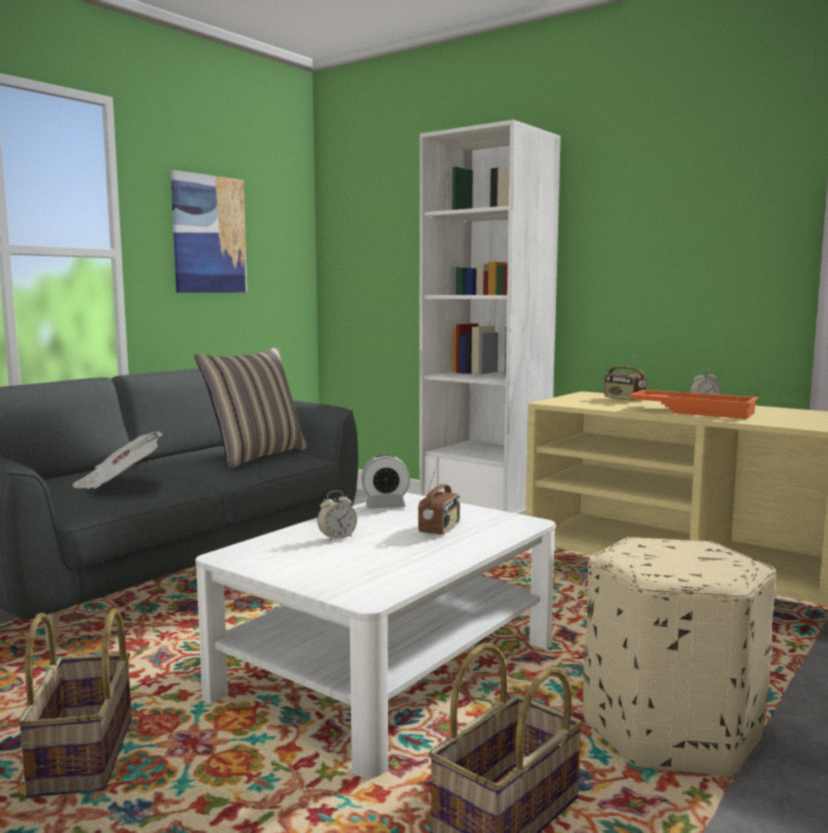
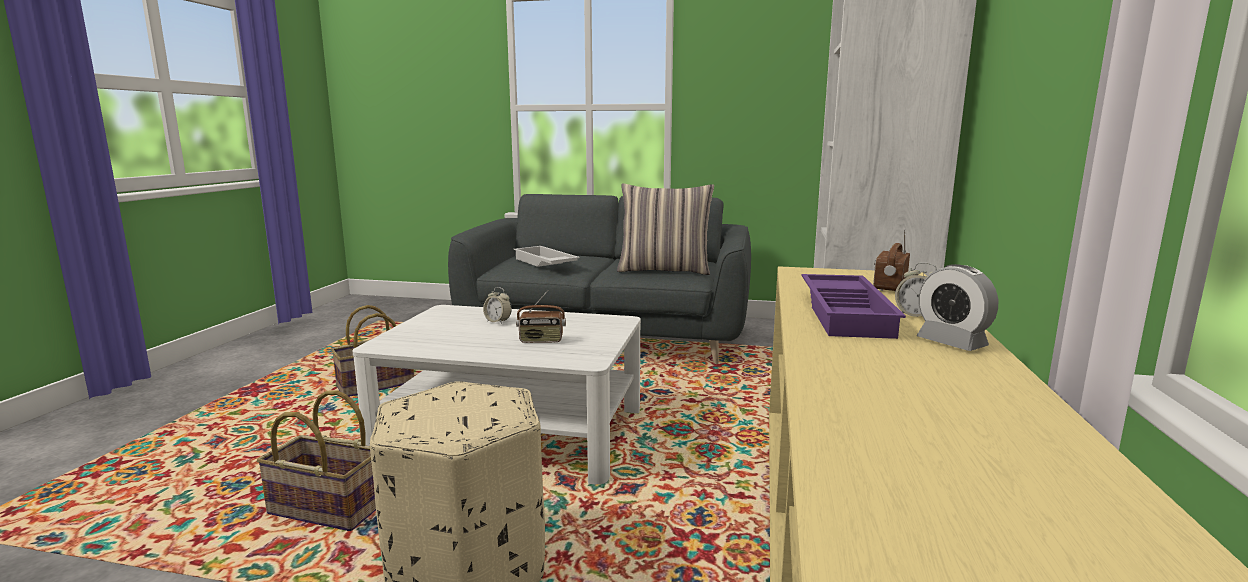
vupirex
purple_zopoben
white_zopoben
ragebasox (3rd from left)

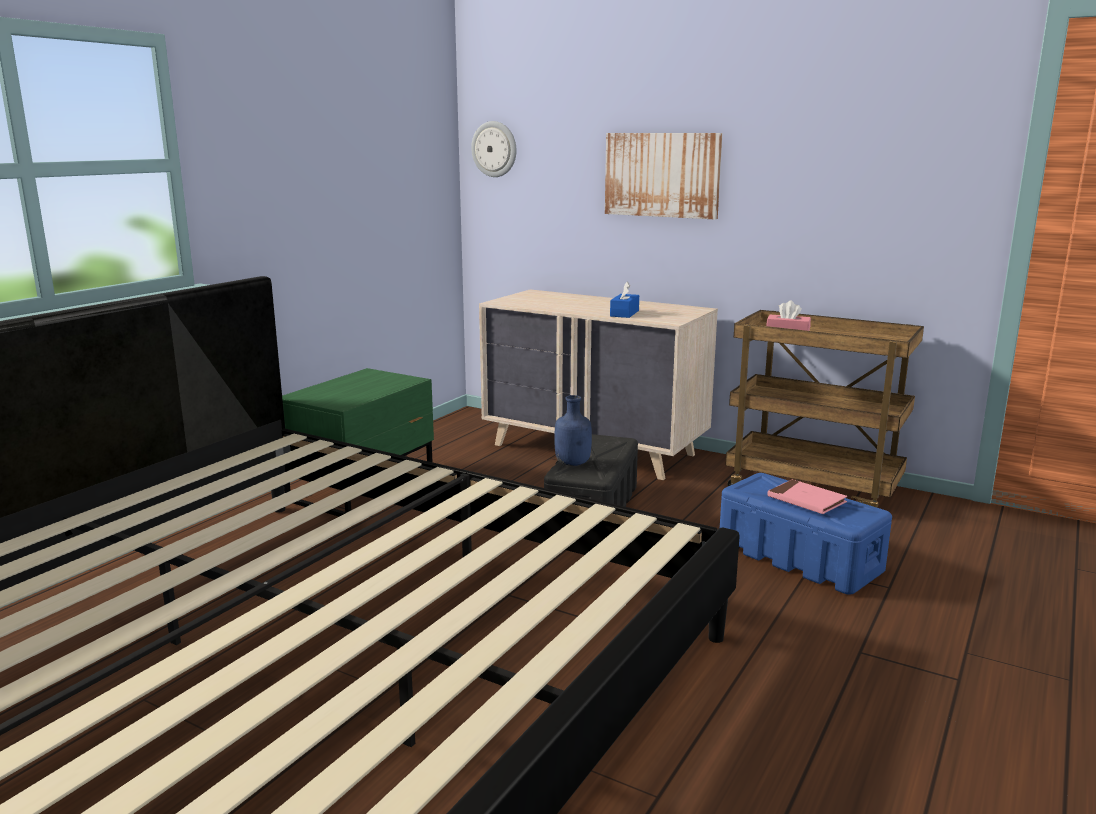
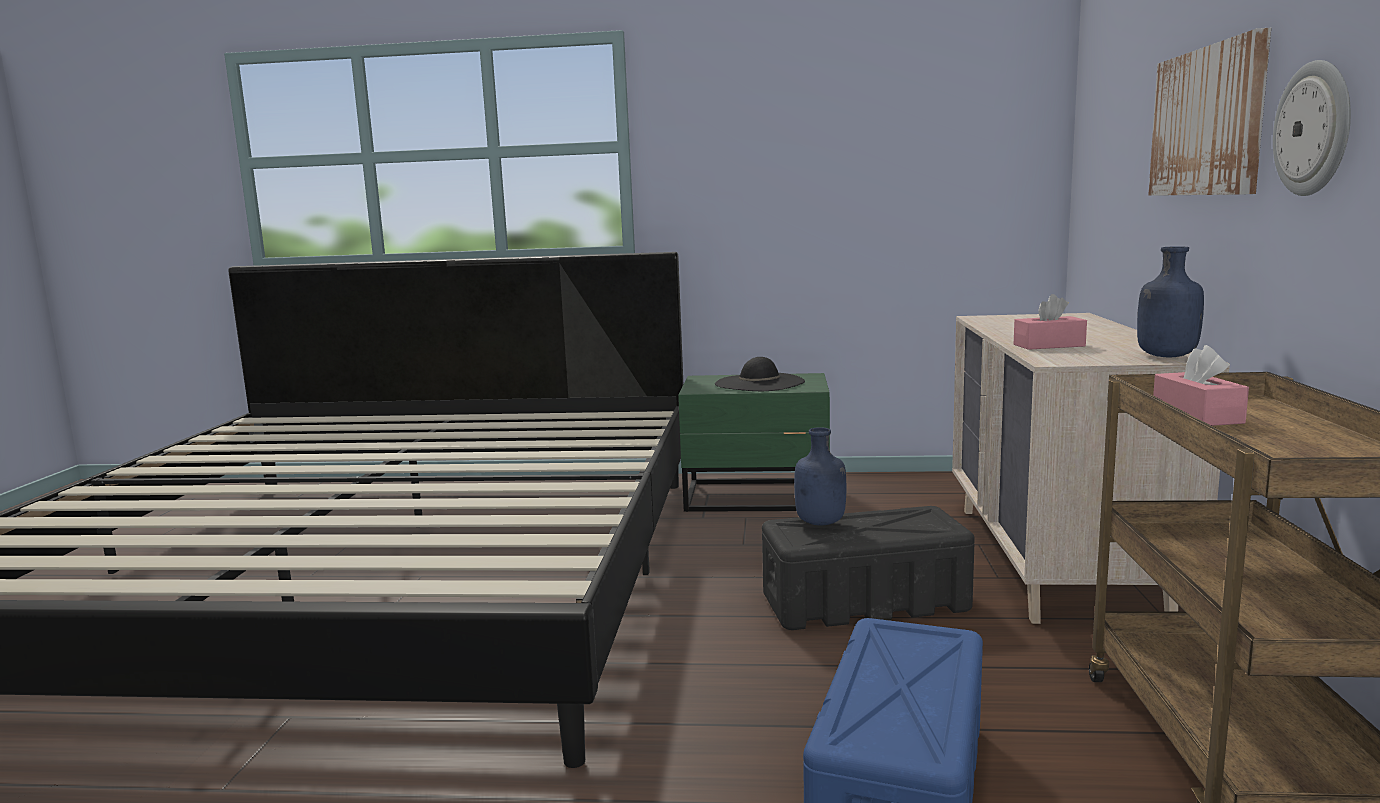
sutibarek
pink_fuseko (1st from left)
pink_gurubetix
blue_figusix (2nd from left)
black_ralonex

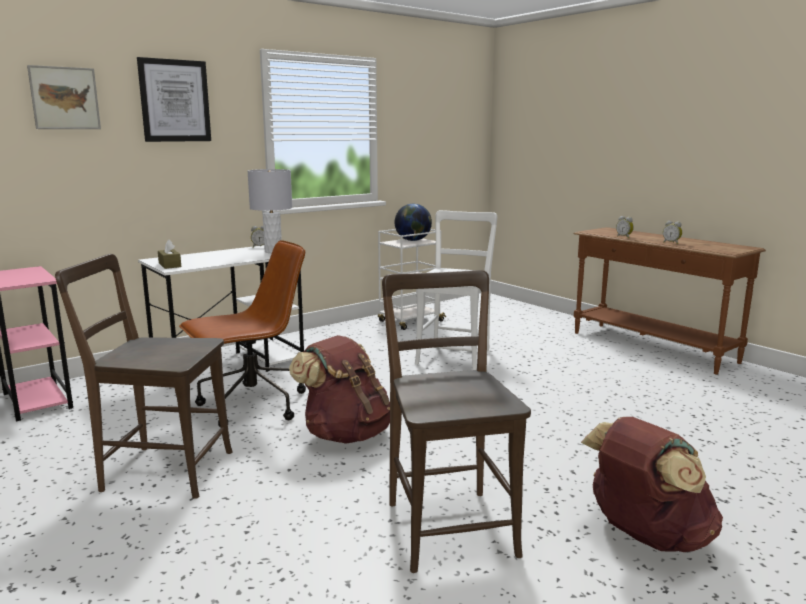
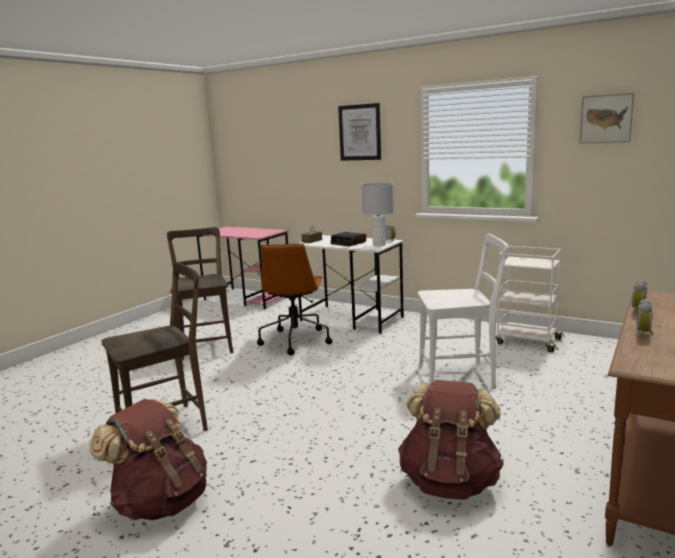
vupirex (2nd from left)
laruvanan
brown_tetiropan
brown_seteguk (2nd from left)
ragebasox (1st from left)

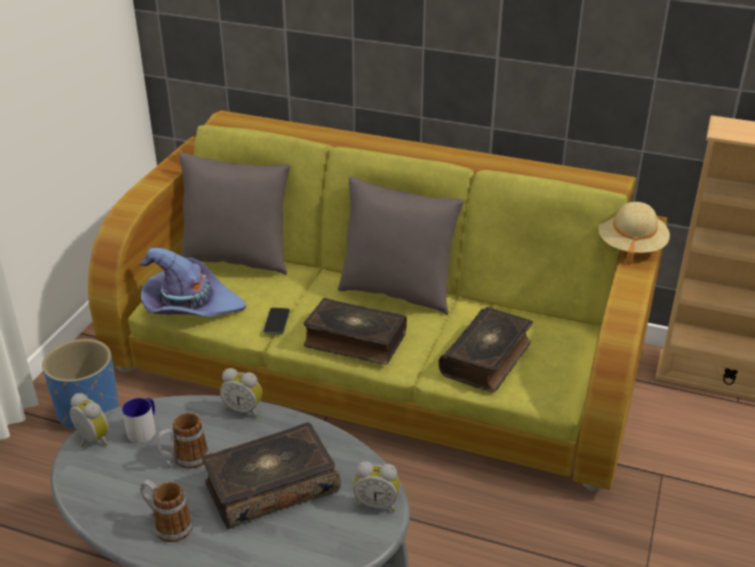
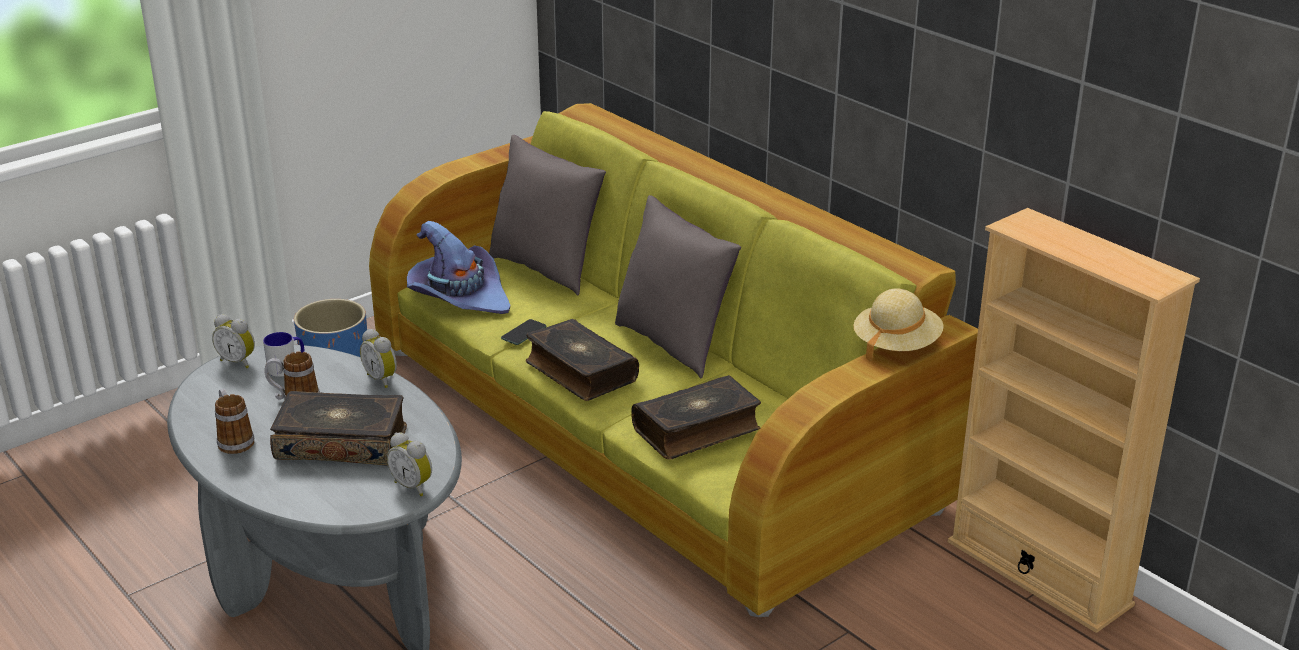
ragebasox (1st from left)

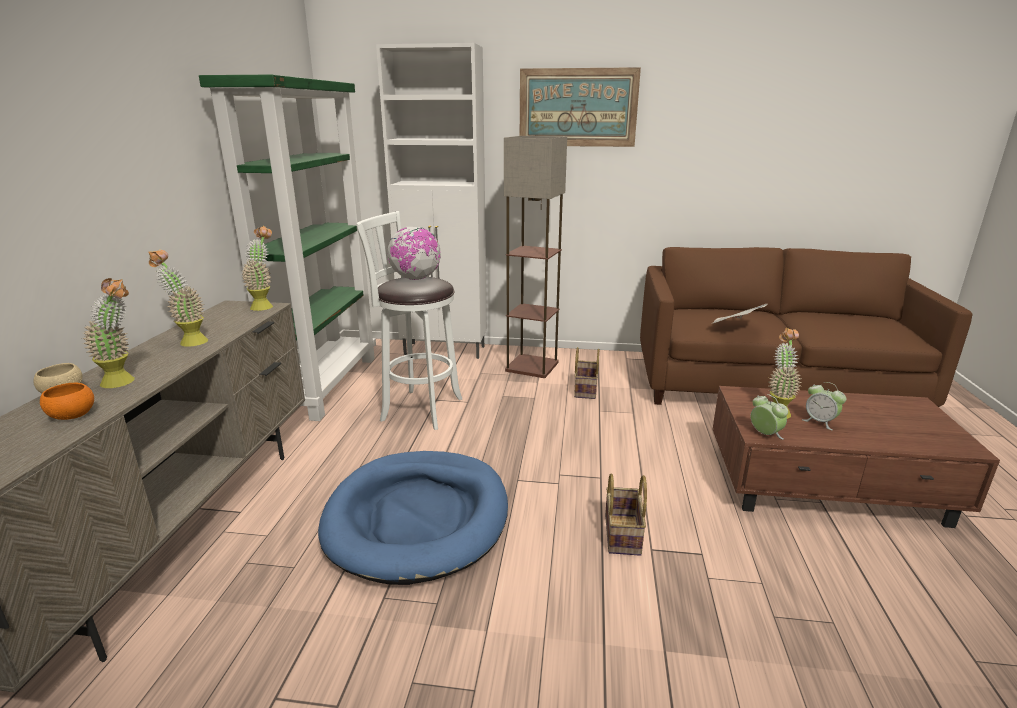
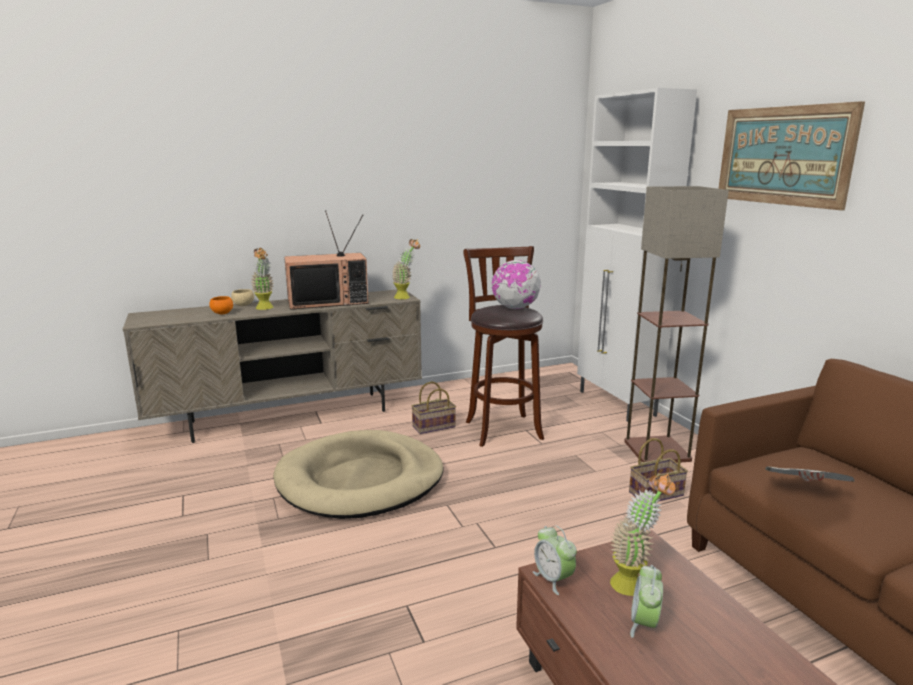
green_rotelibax
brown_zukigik
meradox
ragebasox (1st from left)
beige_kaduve
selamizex (1st from left)

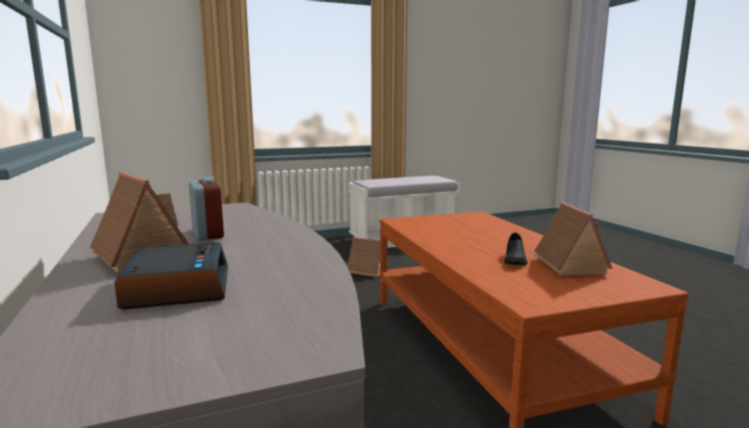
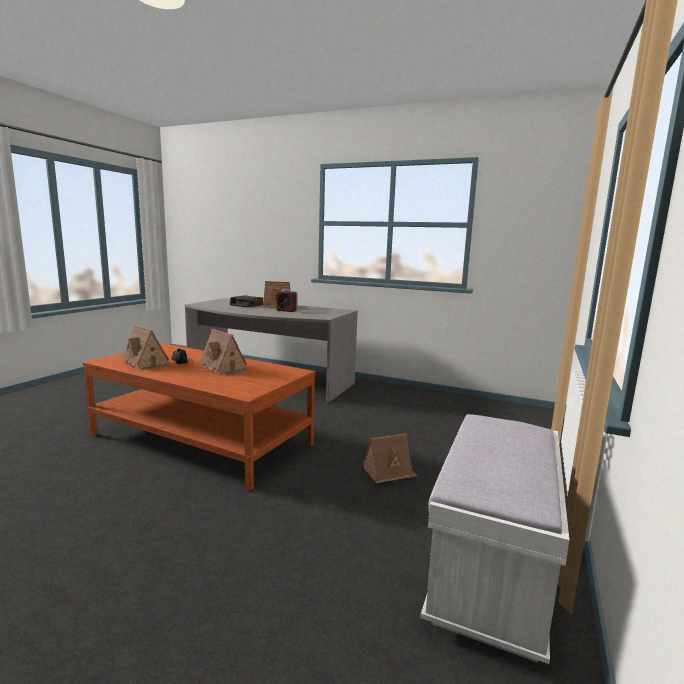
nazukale (2nd from left)

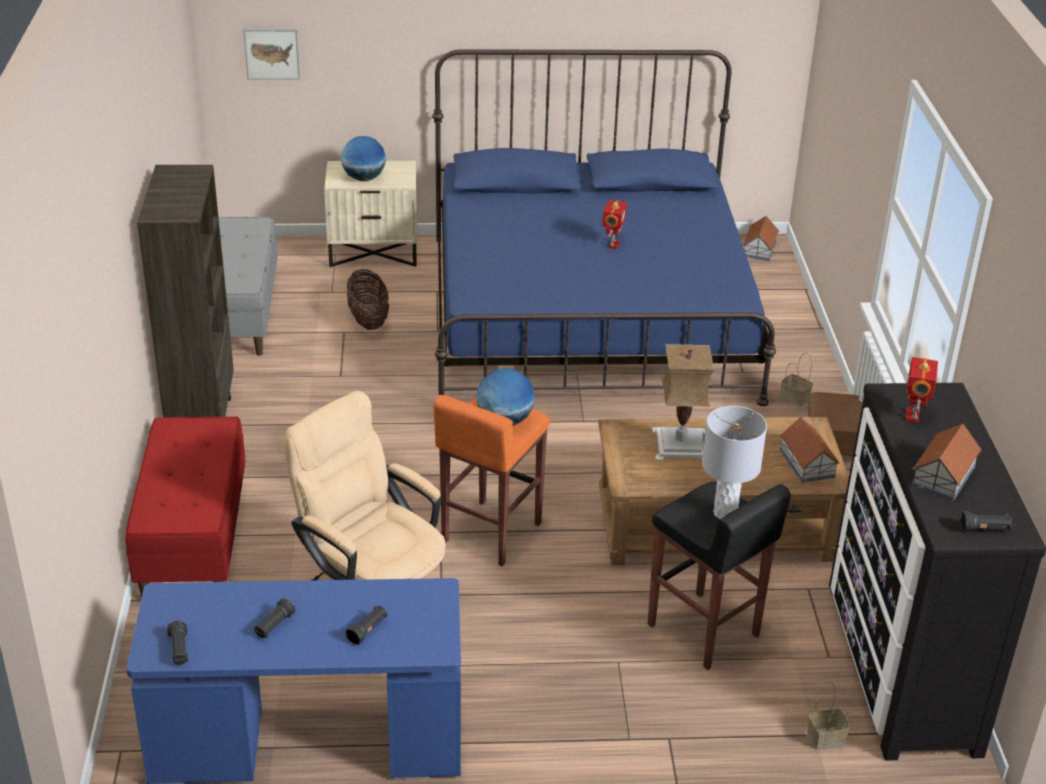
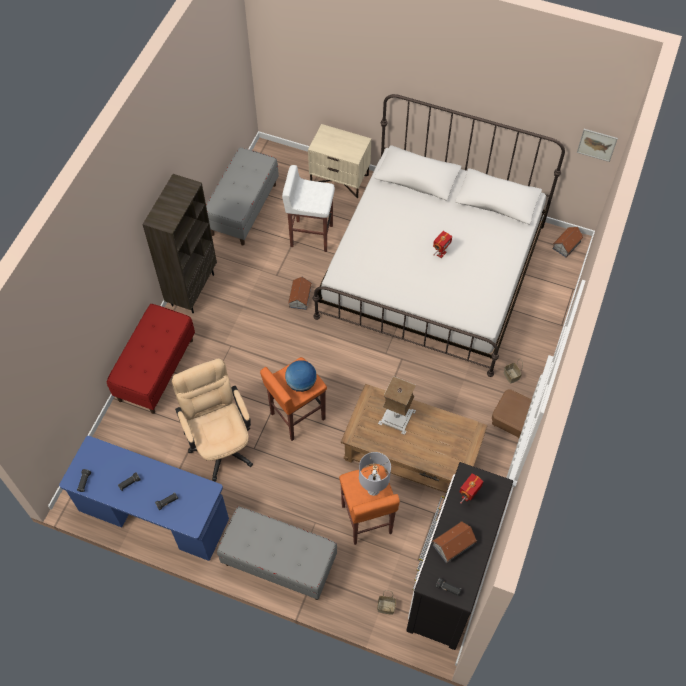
vupirex
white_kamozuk
laruvanan (1st from left in the first image)
white_zukigik
nazukale (1st from left)
orange_zukigik (2nd from left)
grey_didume (2nd from left)

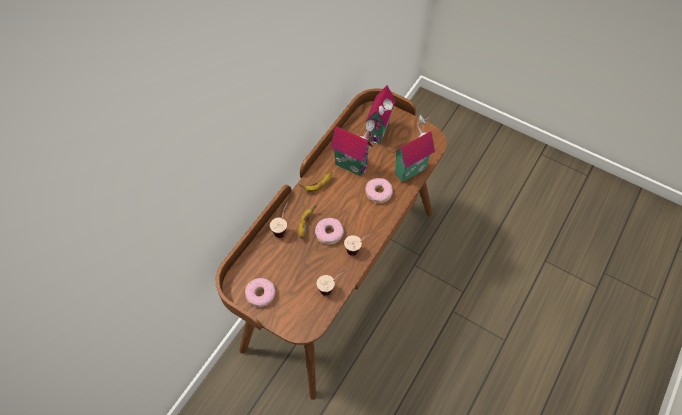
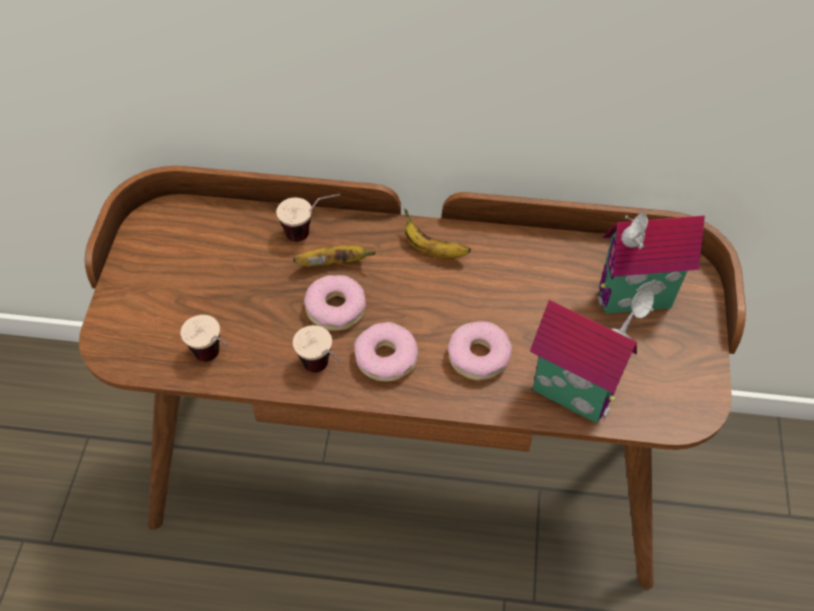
nazukale (1st from left in the first image)
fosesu (2nd from left)

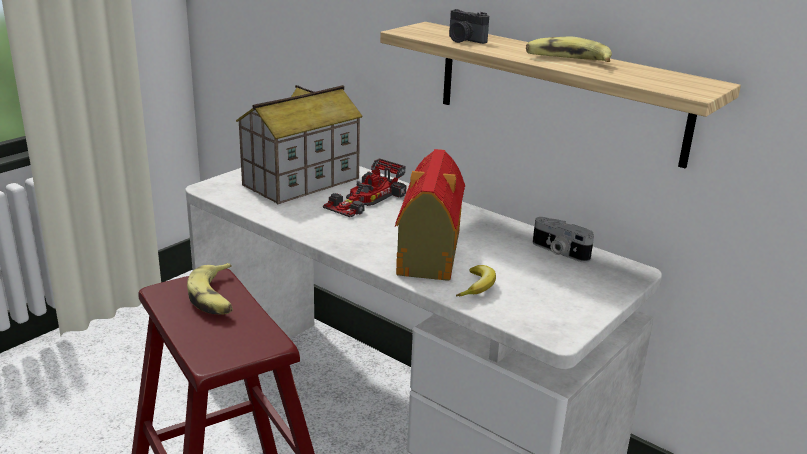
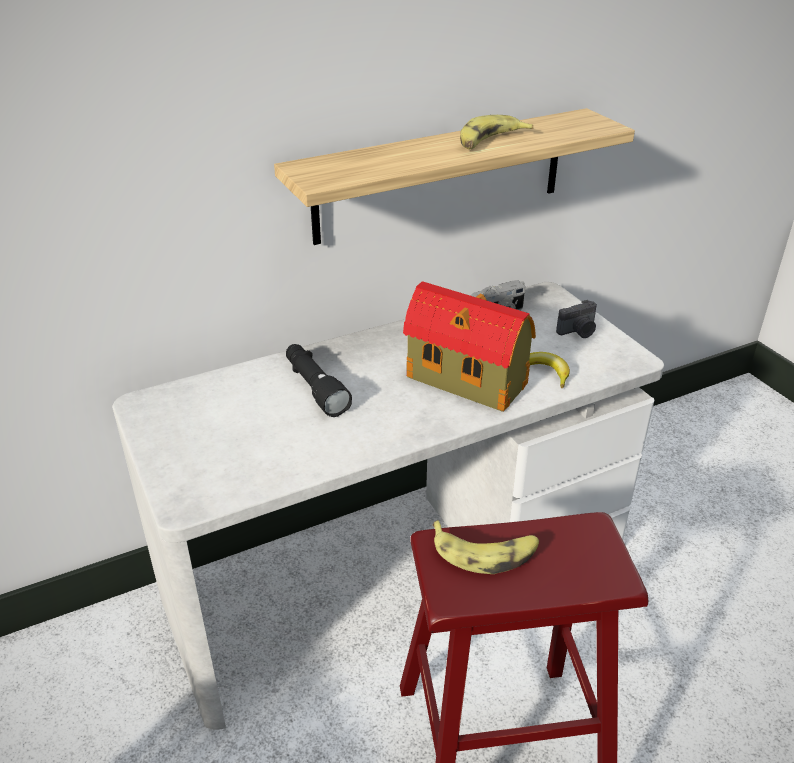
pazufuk (2nd from left)
nazukale (1st from left in the first image)
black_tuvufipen

